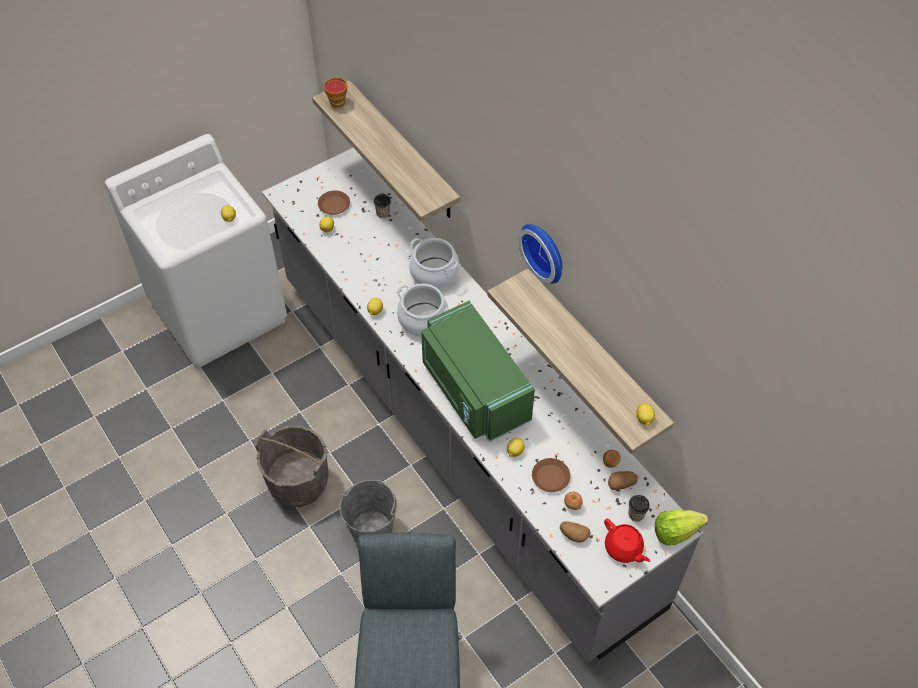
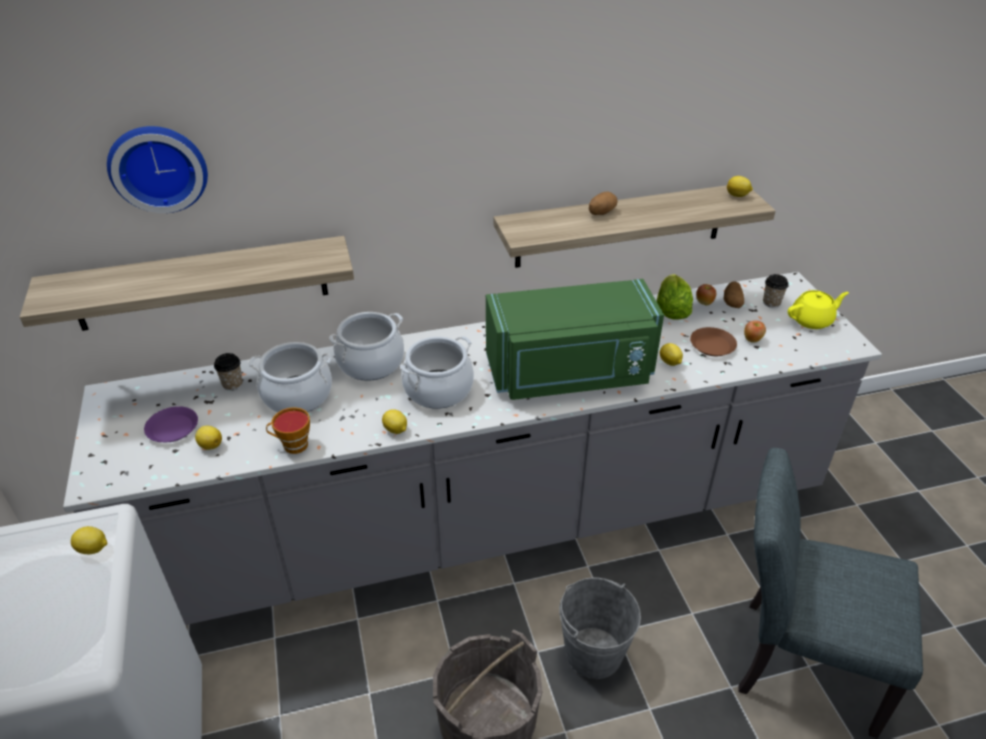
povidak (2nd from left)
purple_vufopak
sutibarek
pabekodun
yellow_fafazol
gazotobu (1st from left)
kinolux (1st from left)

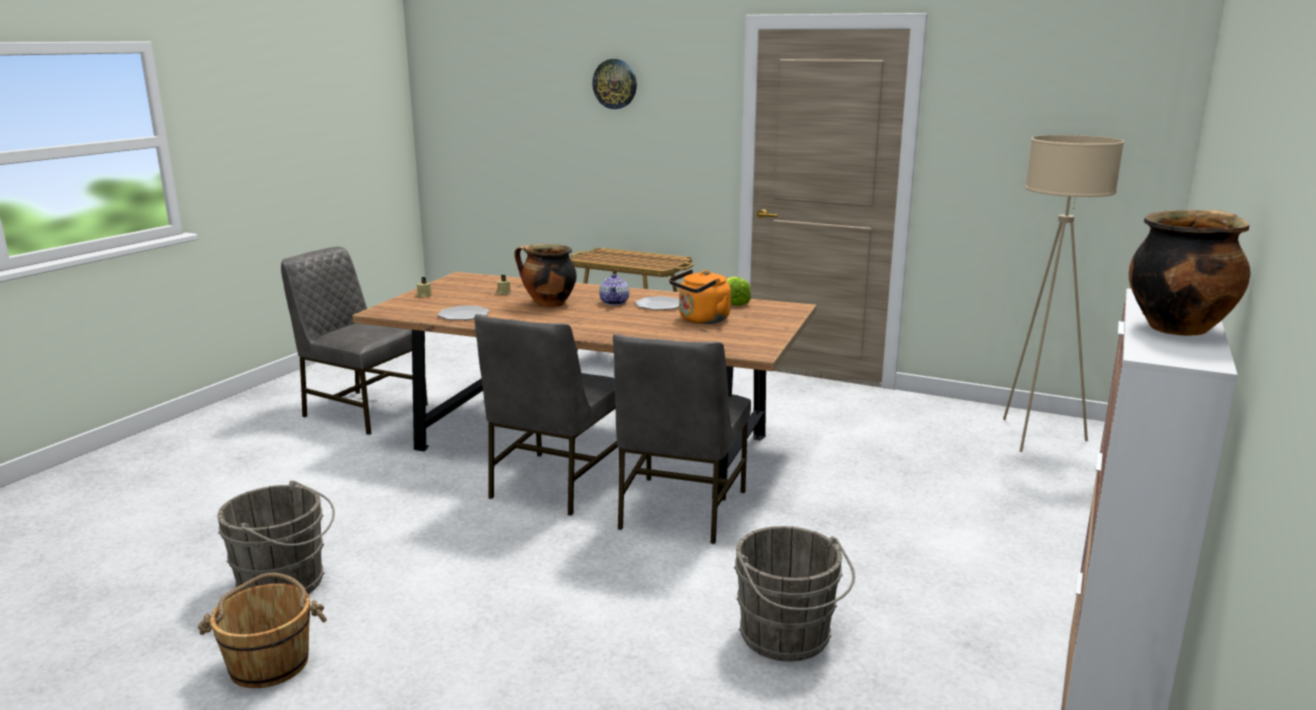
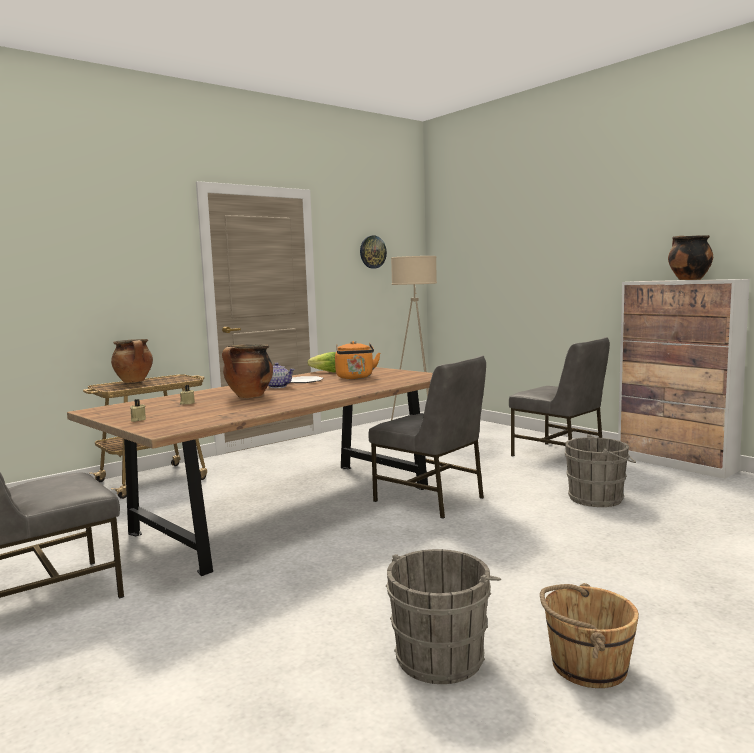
sutibarek
vufopak (1st from left in the first image)
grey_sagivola (3rd from left)
kinolux (1st from left)

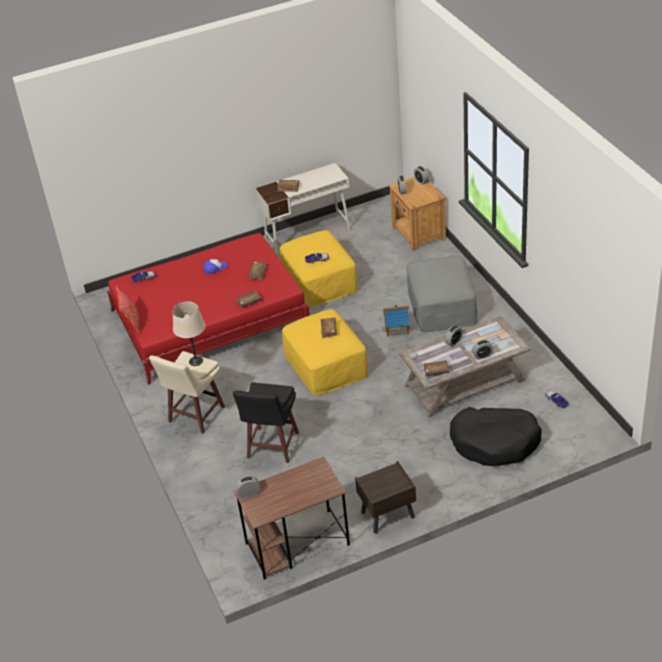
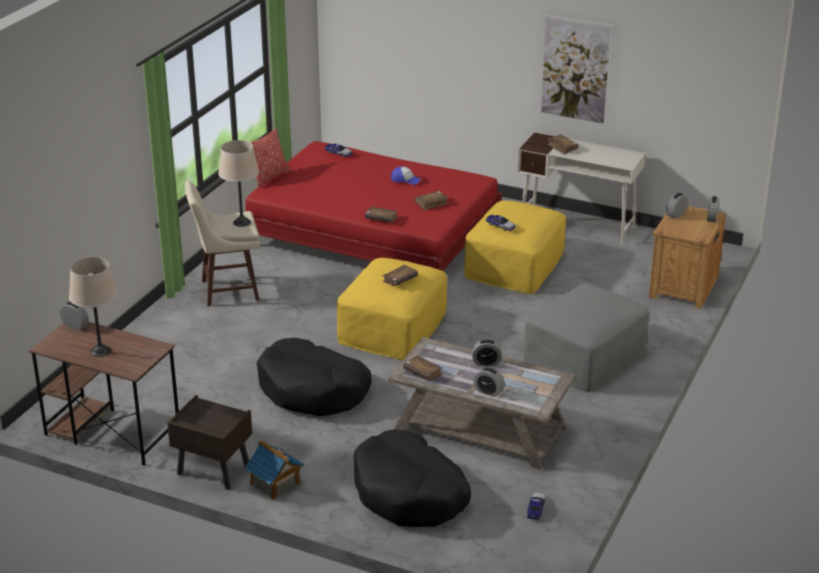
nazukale
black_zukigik
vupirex
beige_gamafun (1st from left)
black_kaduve (1st from left)

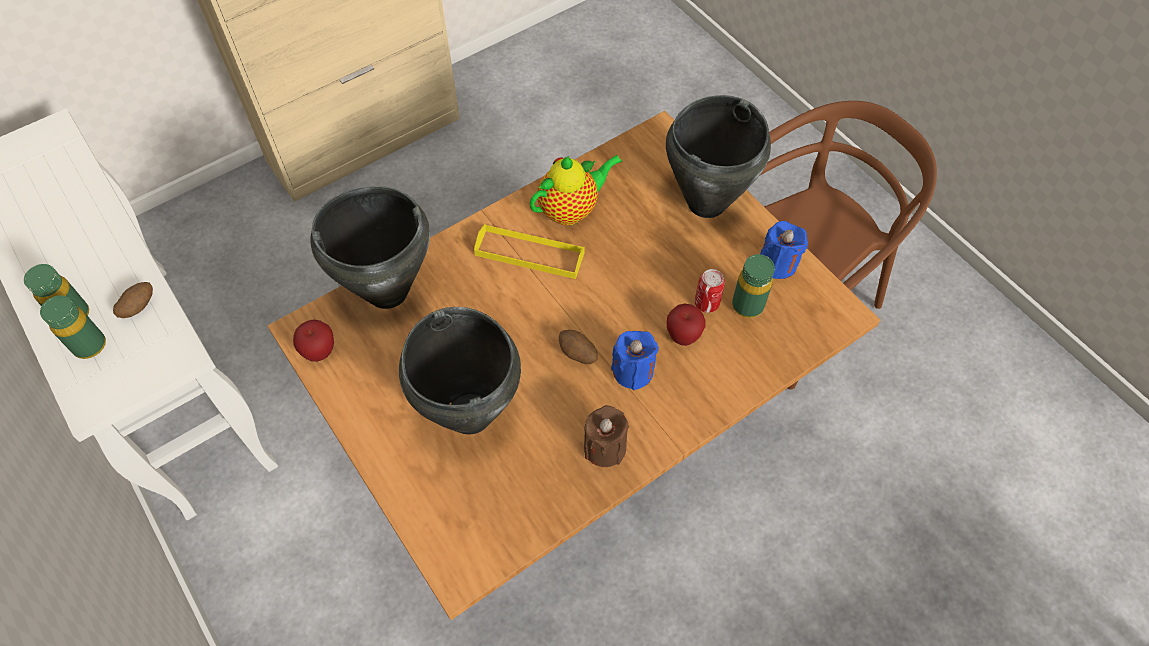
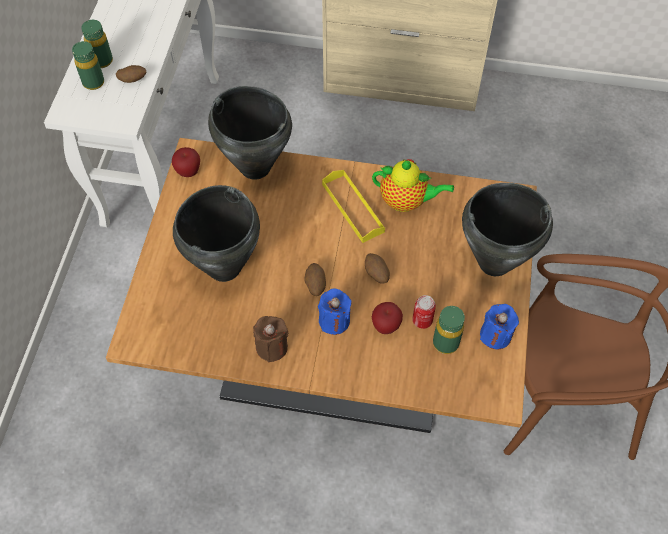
gazotobu (3rd from left)

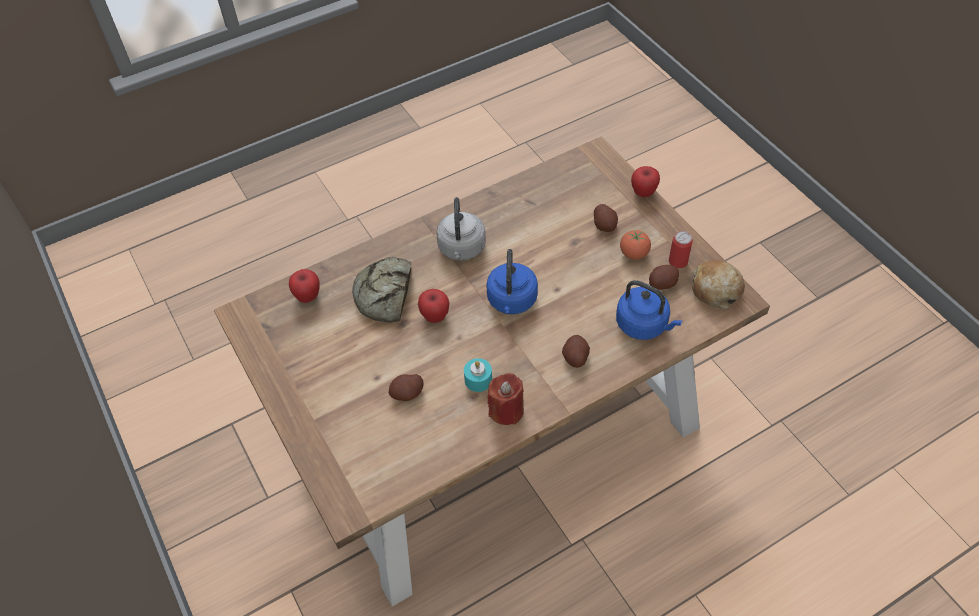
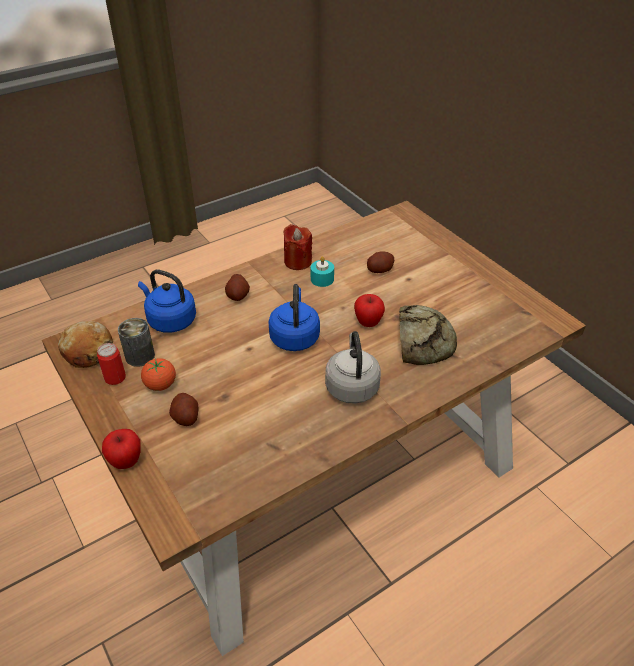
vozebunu (2nd from left)
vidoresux (1st from left in the first image)

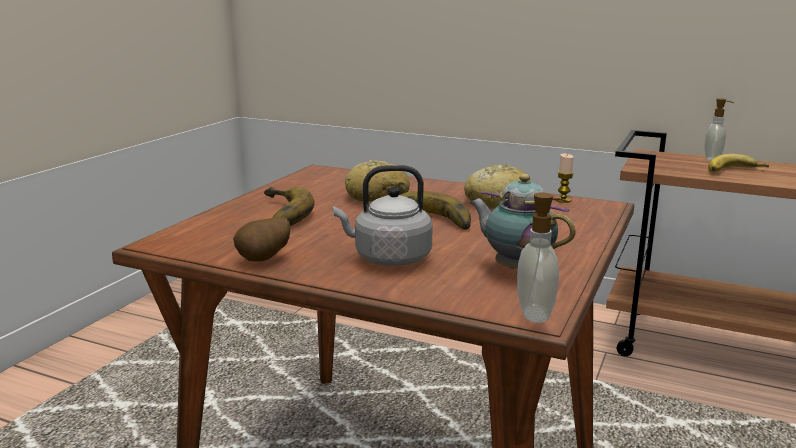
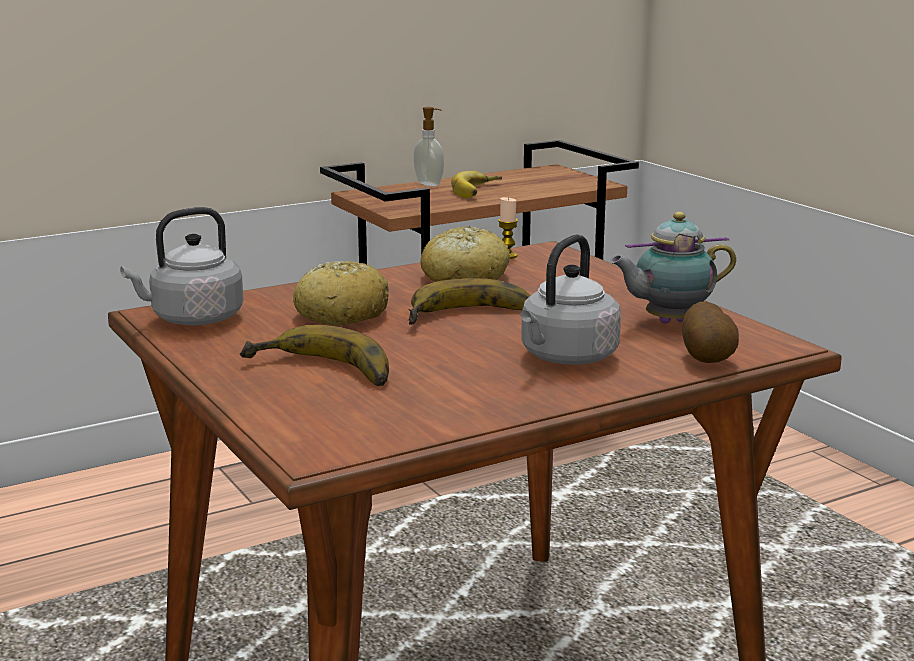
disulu (1st from left in the first image)
gazotobu
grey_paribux (1st from left)

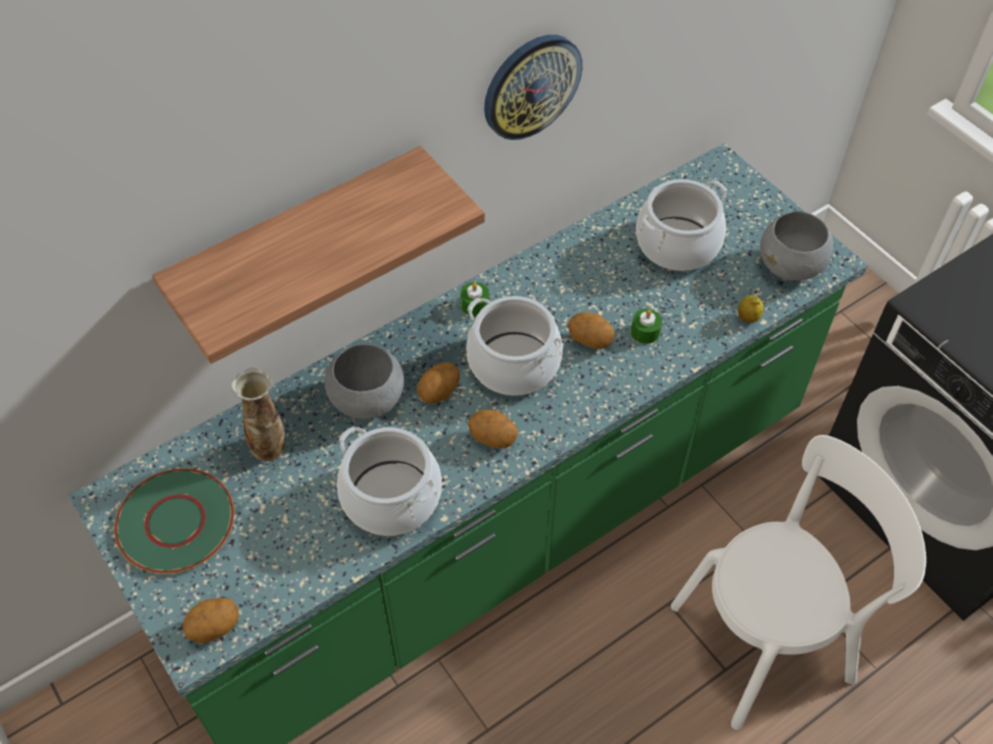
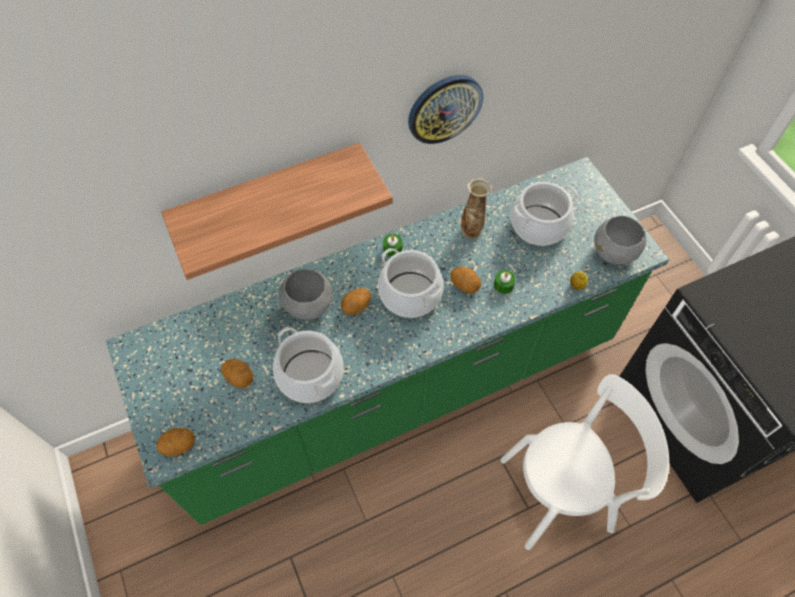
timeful
gazotobu (2nd from left)
green_vufopak

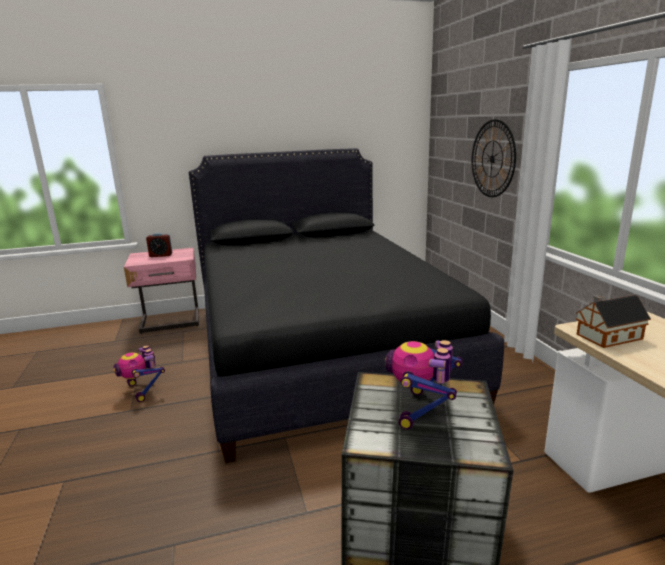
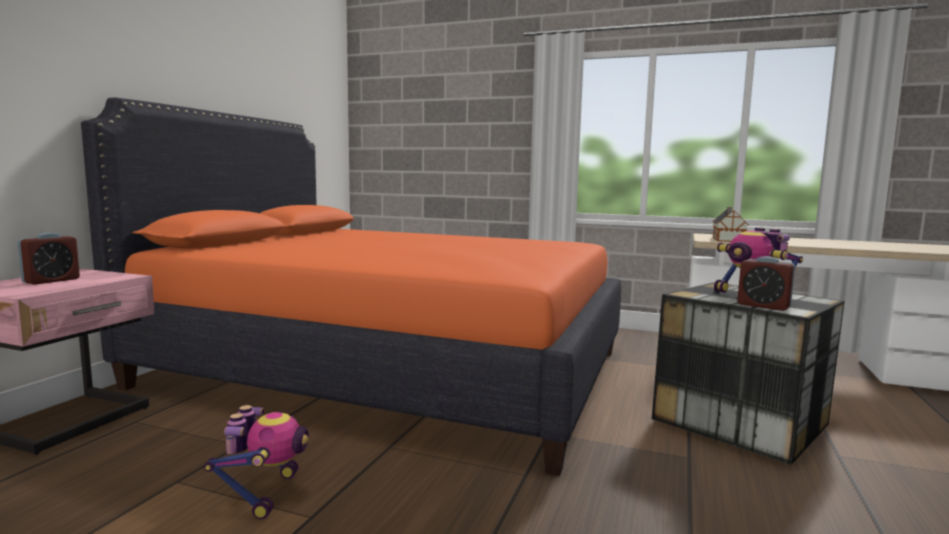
sutibarek
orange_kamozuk
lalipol (1st from left)
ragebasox (2nd from left)

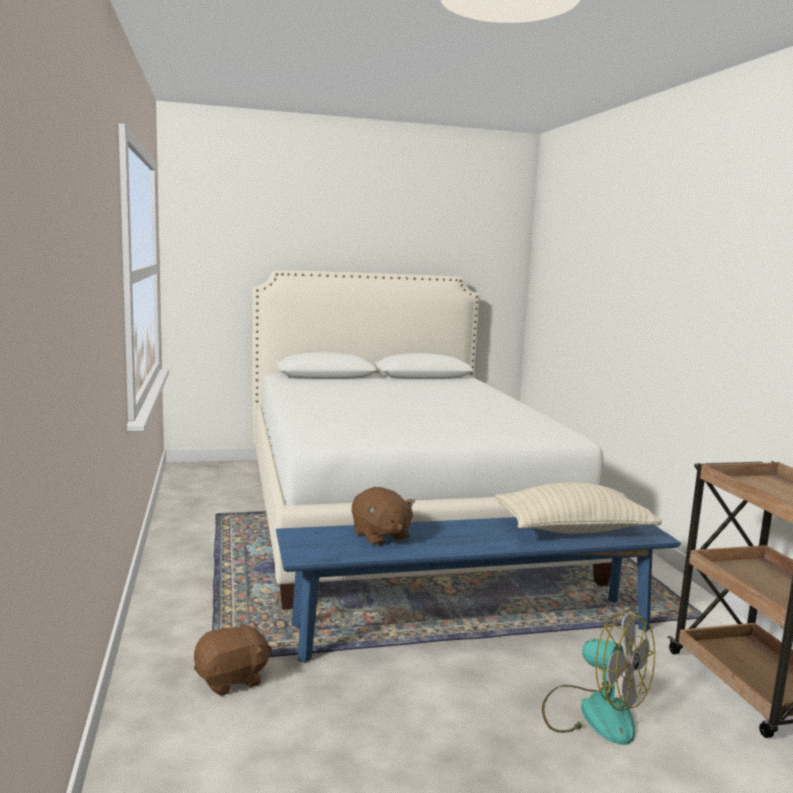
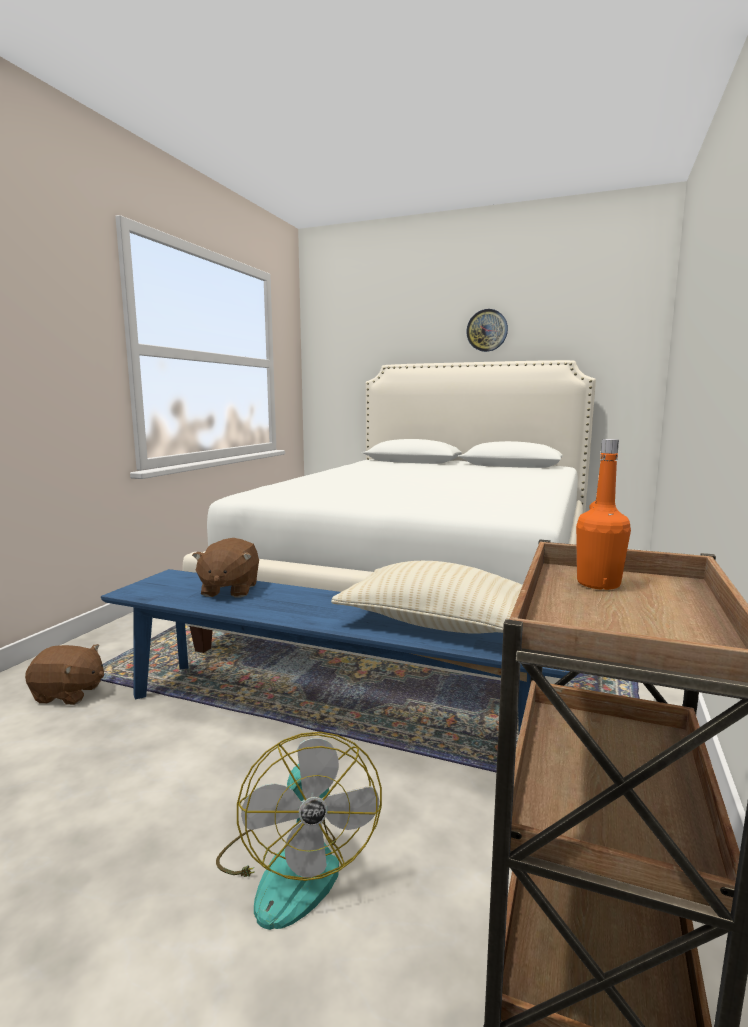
sutibarek
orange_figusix

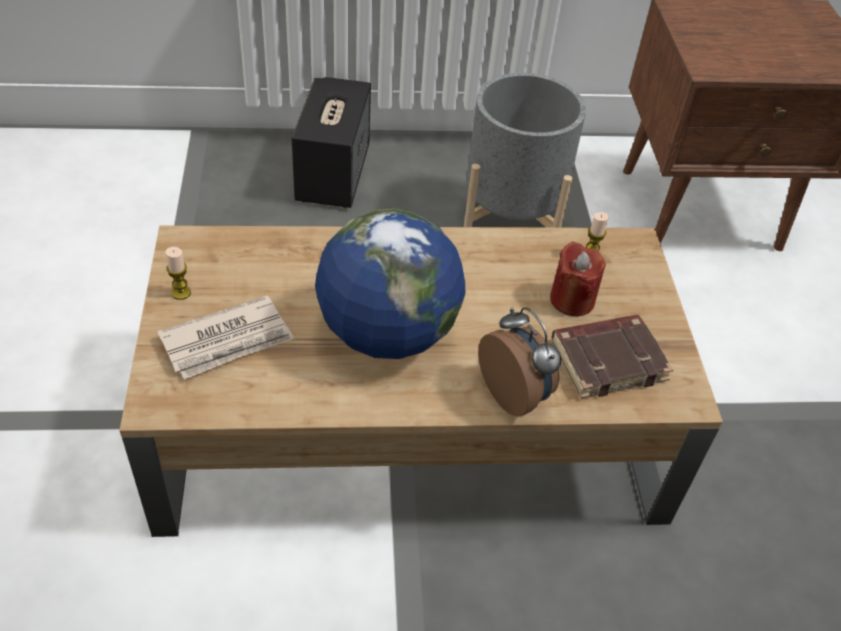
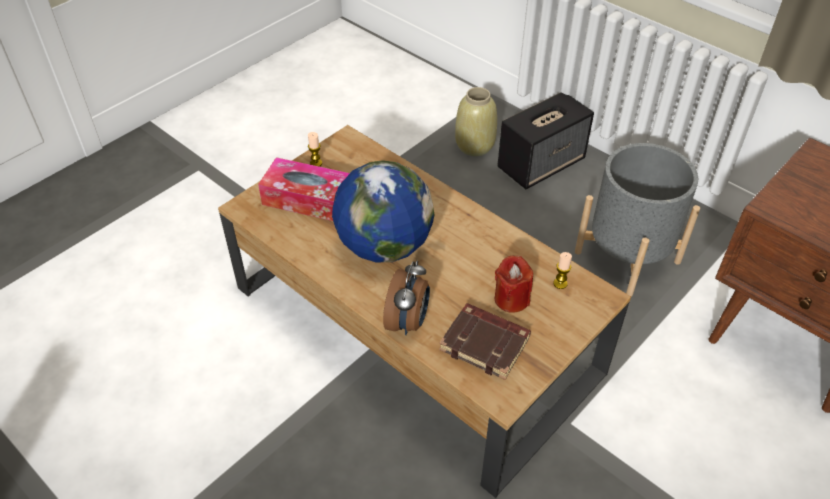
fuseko
beige_timeful

